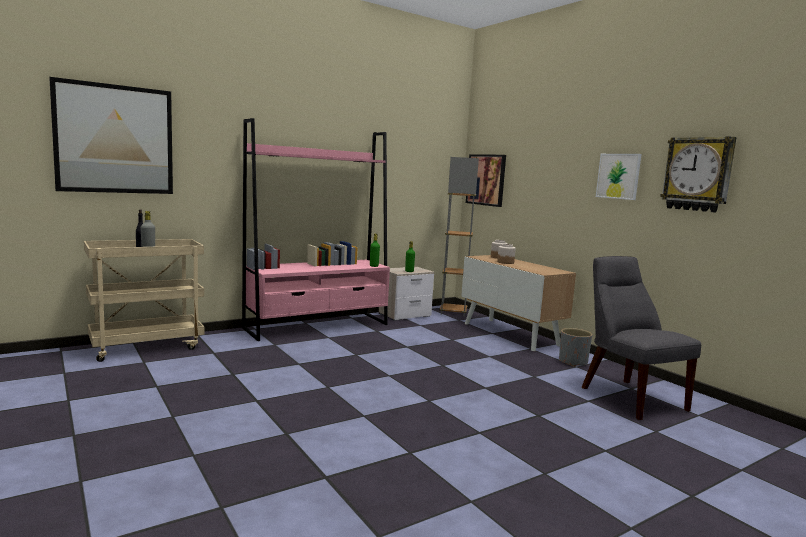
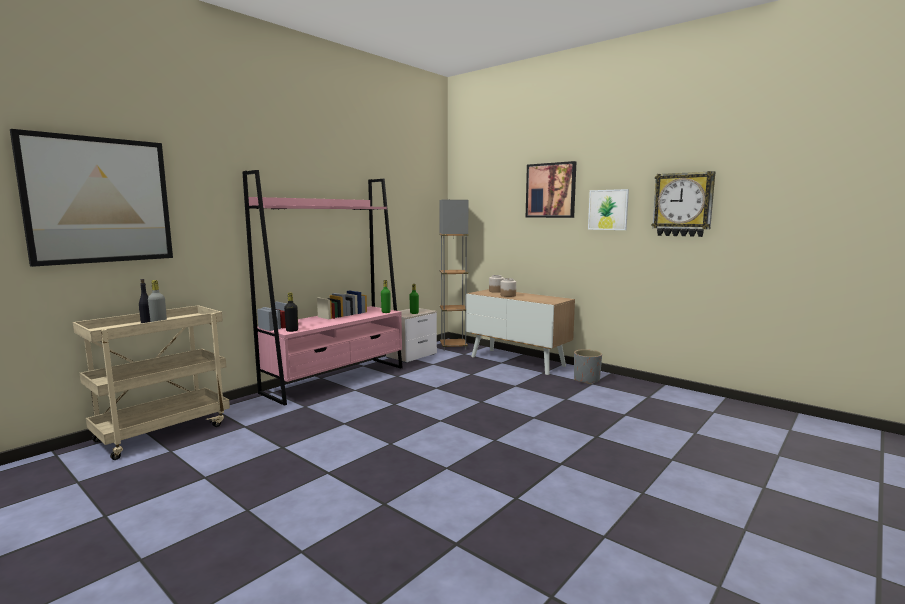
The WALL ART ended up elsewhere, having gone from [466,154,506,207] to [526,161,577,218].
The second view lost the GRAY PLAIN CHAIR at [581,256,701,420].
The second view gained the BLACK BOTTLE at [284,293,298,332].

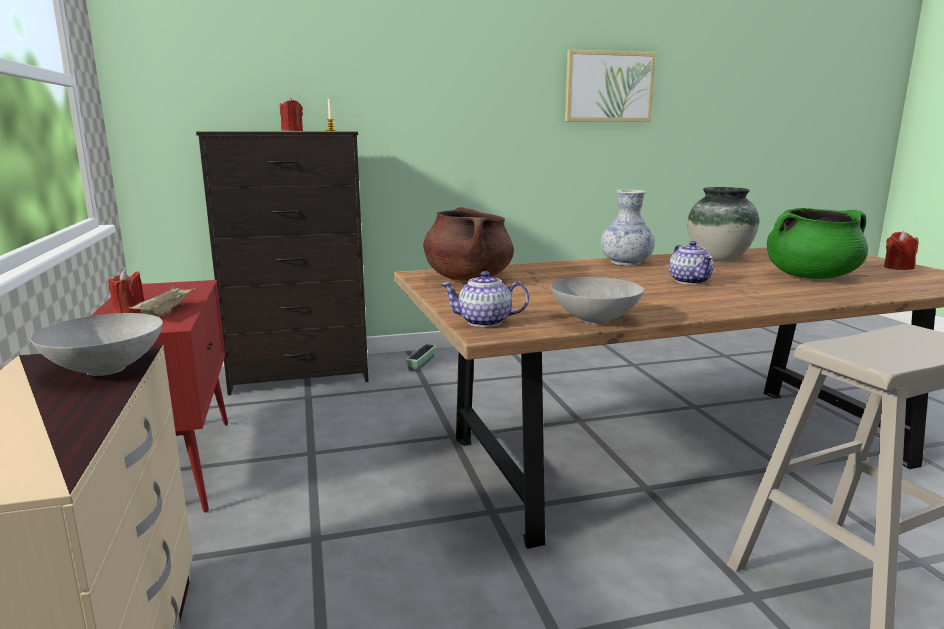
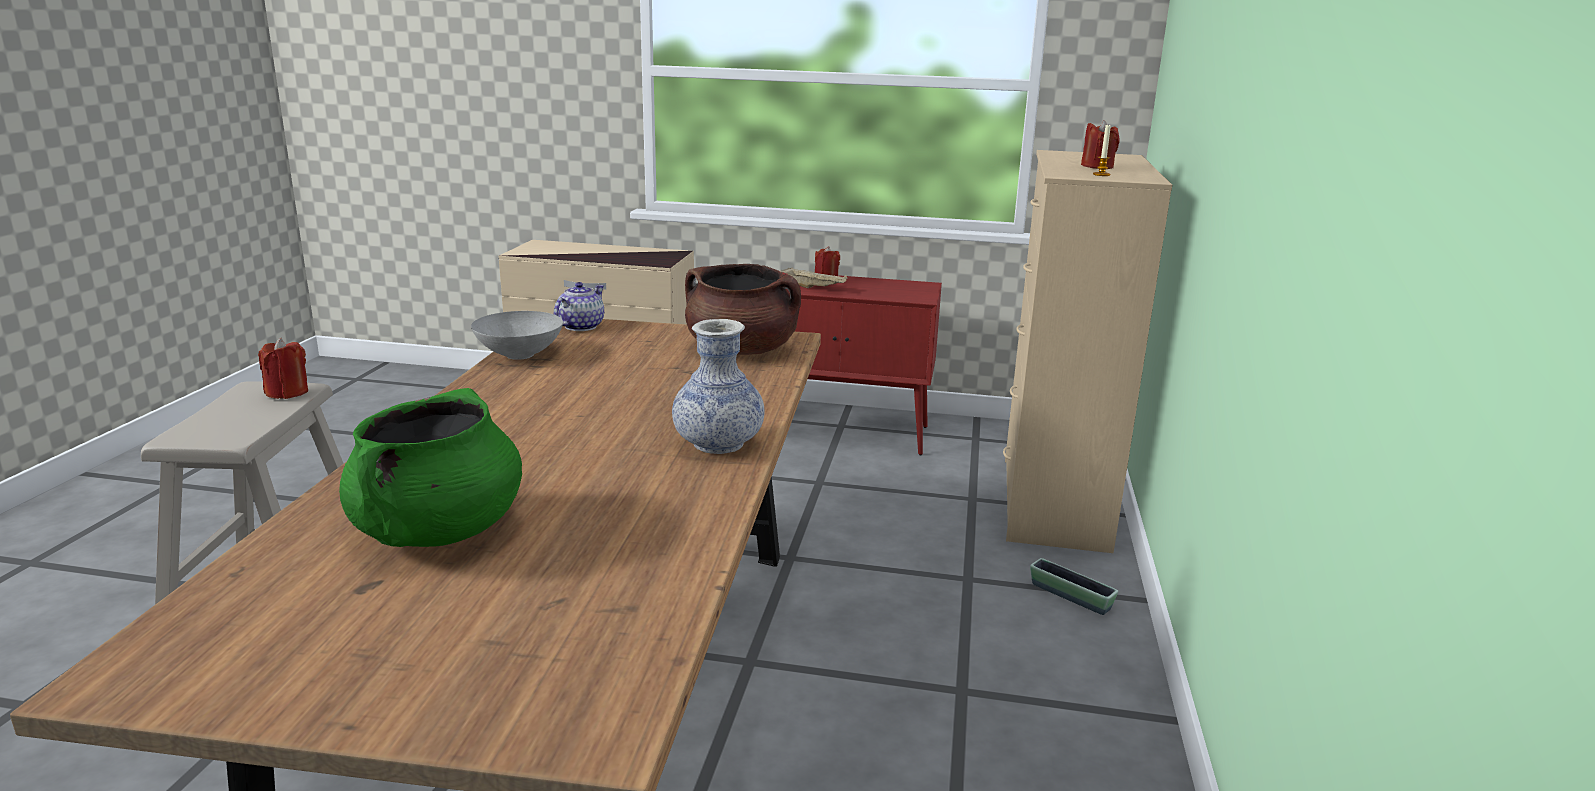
The second view lost the WALL ART at [565,49,656,122].
What was the BLACK DRESSER at [196,131,369,395] turned into the BEIGE DRESSER at [1003,150,1172,553].
The second view lost the DECORATIVE VASE at [687,187,759,262].
The REDDISH WAX CANDLE ended up elsewhere, having gone from [884,231,919,270] to [258,338,308,399].
The second view lost the TEA POT at [669,241,713,285].
The second view lost the GRAY SERVING BOWL at [30,313,163,376].

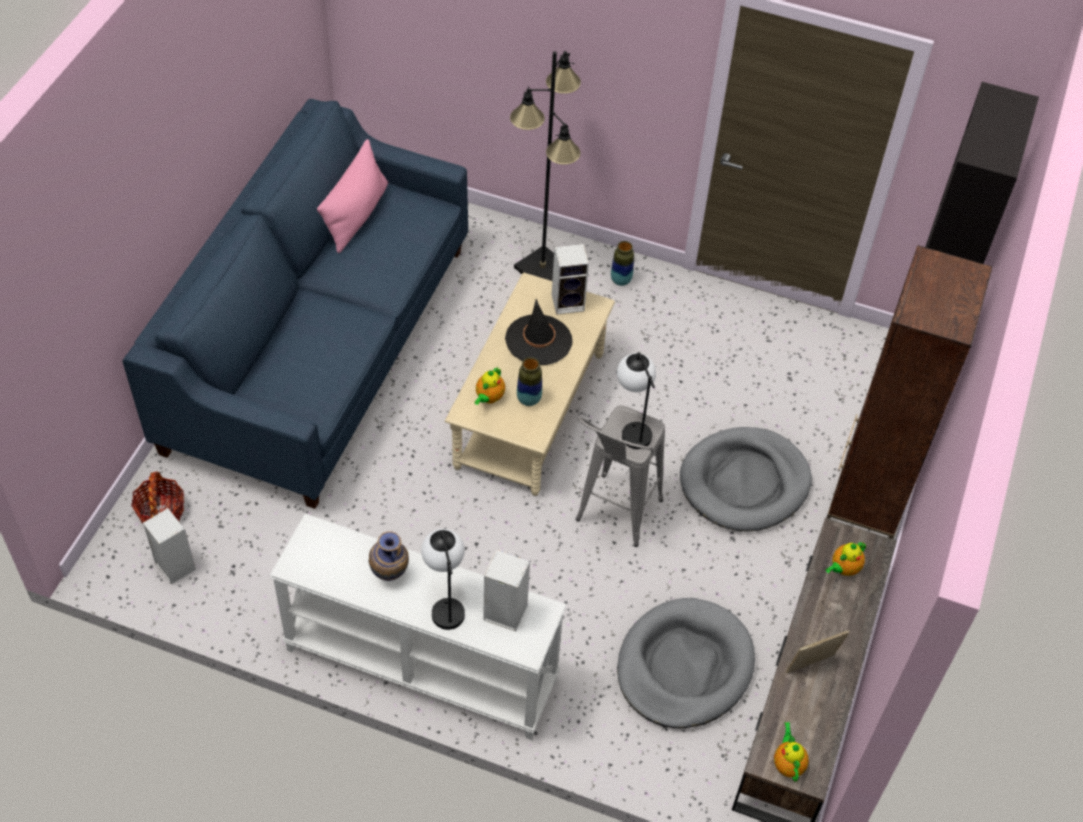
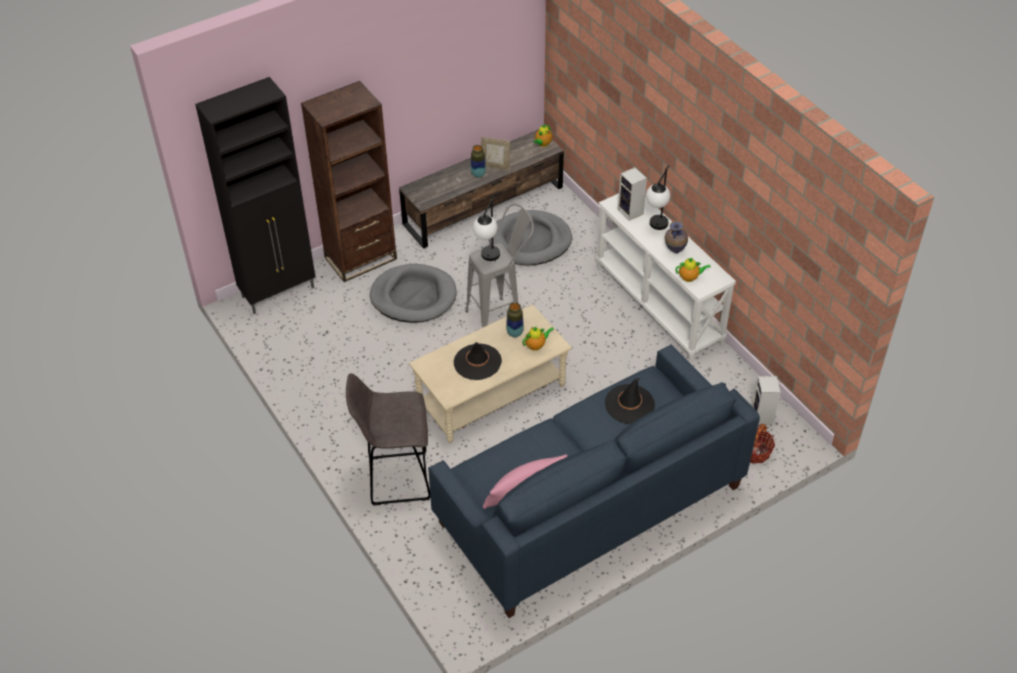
Where the BLACK FLOOR LAMP stood at [510,51,581,281], the GRAY SITTING STOOL came to stand at [346,373,431,506].
The DECORATIVE VASE ended up elsewhere, having gone from [611,241,634,286] to [471,145,486,178].
The second view lost the SPEAKER at [552,244,589,315].
The TEA POT ended up elsewhere, having gone from [826,542,866,576] to [675,258,711,282].
The second view gained the BLACK HAT at [605,378,655,424].

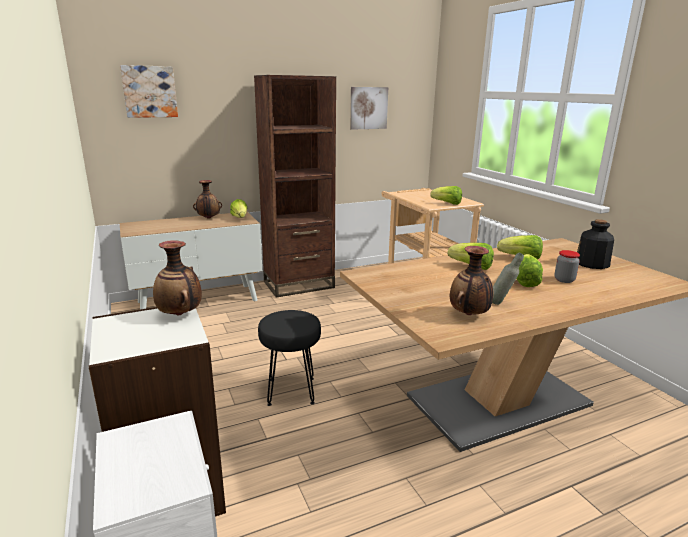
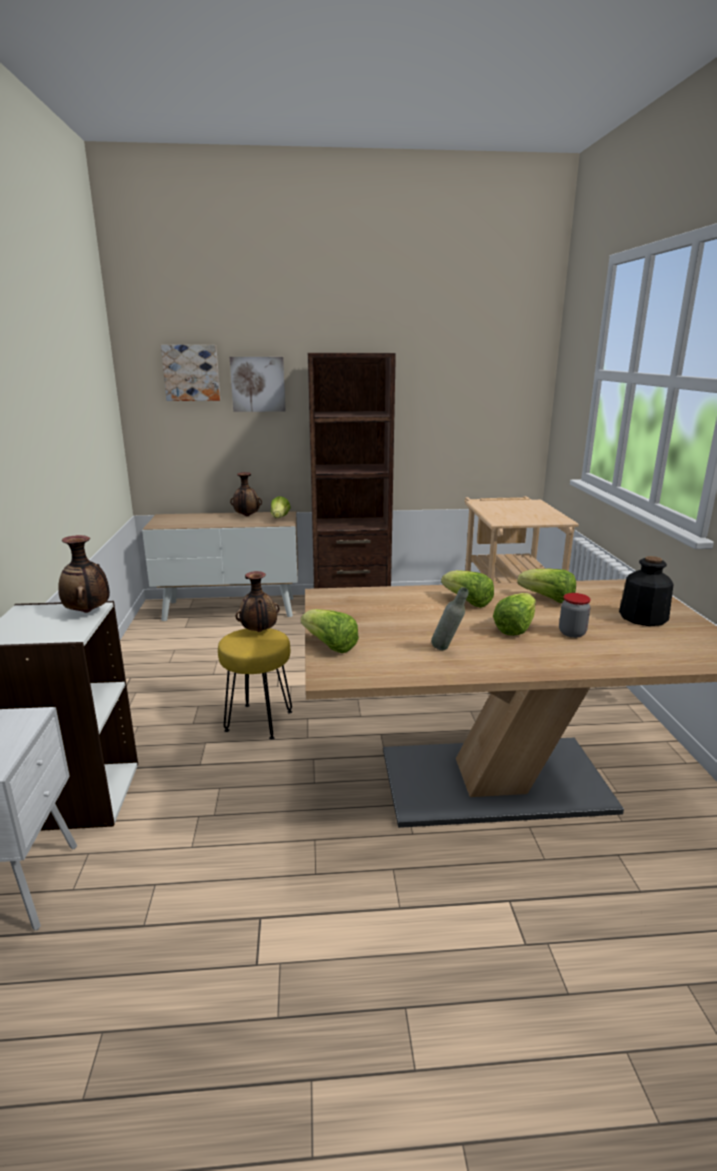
The WALL ART ended up elsewhere, having gone from [350,87,388,130] to [230,357,286,412].
The LETTUCE HEAD ended up elsewhere, having gone from [430,186,462,205] to [301,609,359,653].
The DECORATIVE VASE ended up elsewhere, having gone from [450,246,494,315] to [235,571,280,632].
What was the BLACK SITTING STOOL at [258,310,321,406] turned into the YELLOW SITTING STOOL at [218,628,292,740].

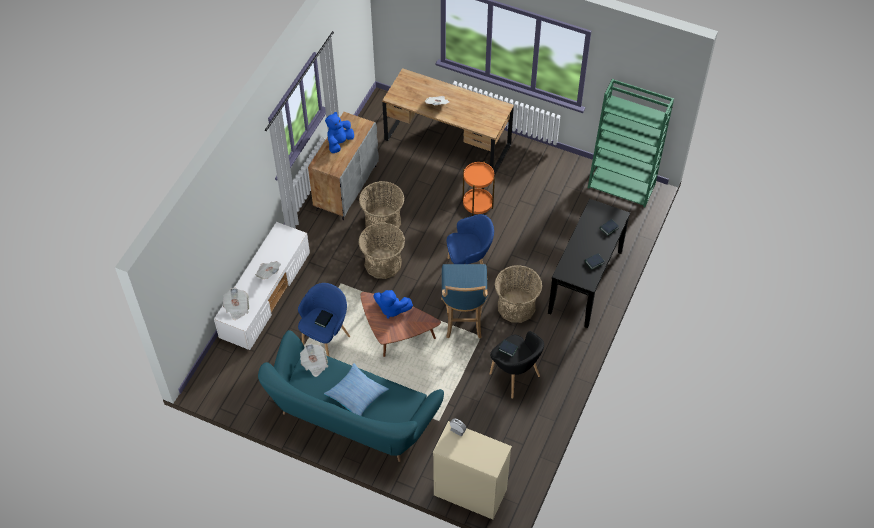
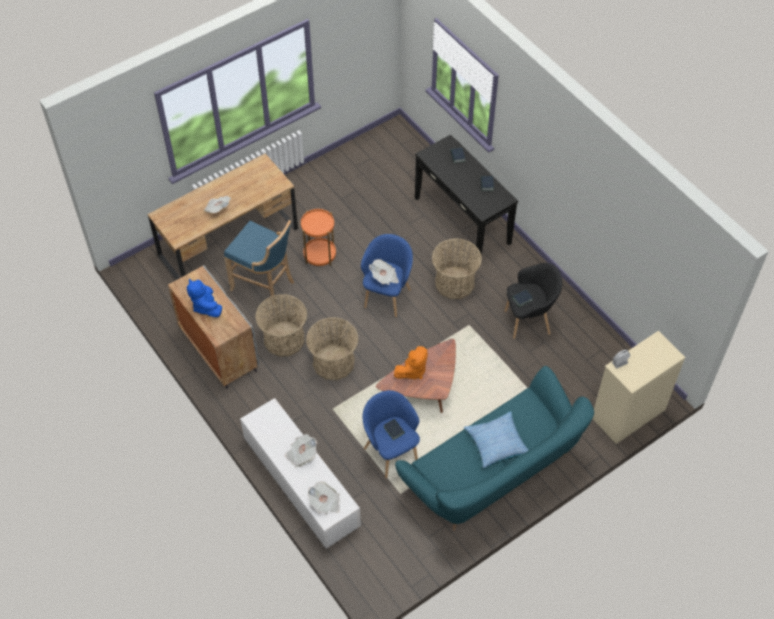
The second view lost the GREEN BOOKCASE at [588,79,674,207].
The BLUE-COLOURED SITTING STOOL ended up elsewhere, having gone from [441,264,488,338] to [224,220,294,304].
What was the BLUE-COLOURED PLUSH TOY at [374,290,413,318] turned into the ORANGE PLUSH TOY at [394,346,428,379].
The DAILY PAPER ended up elsewhere, having gone from [300,343,328,377] to [369,259,399,285].

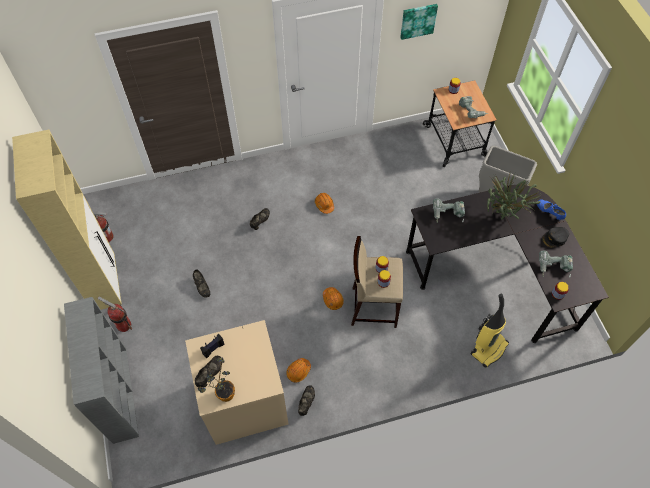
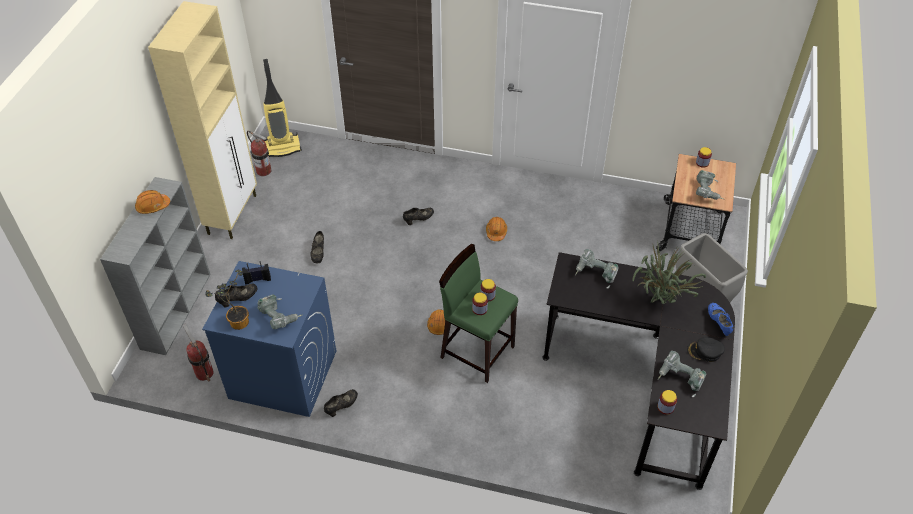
The second view lost the WALL ART at [400,4,438,40].
What was the BEIGE SITTING STOOL at [351,236,403,328] turned into the GREEN SITTING STOOL at [439,243,518,383].
The HOOVER ended up elsewhere, having gone from [470,293,509,368] to [262,59,302,157].
The EXTINGUISHER ended up elsewhere, having gone from [97,297,132,332] to [182,324,214,382].
What was the BEIGE LAUNDRY APPLIANCE at [185,320,288,445] turned into the BLUE-COLOURED LAUNDRY APPLIANCE at [202,261,336,417].
The ORANGE HARD HAT ended up elsewhere, having gone from [286,358,311,383] to [135,190,170,214].
The second view gained the DRILL at [258,295,302,329].

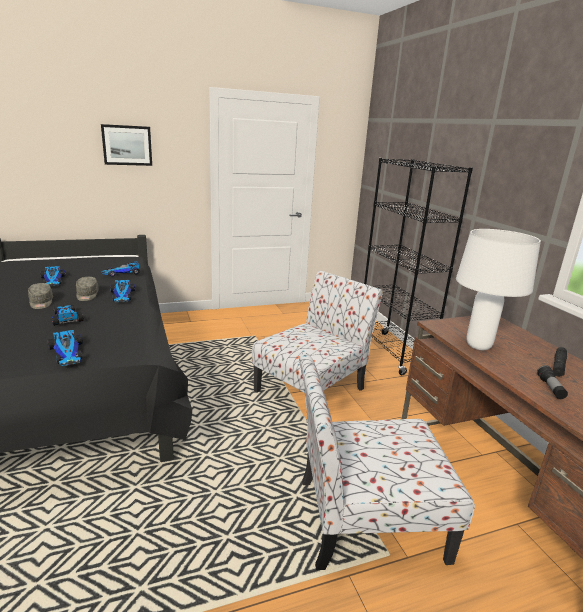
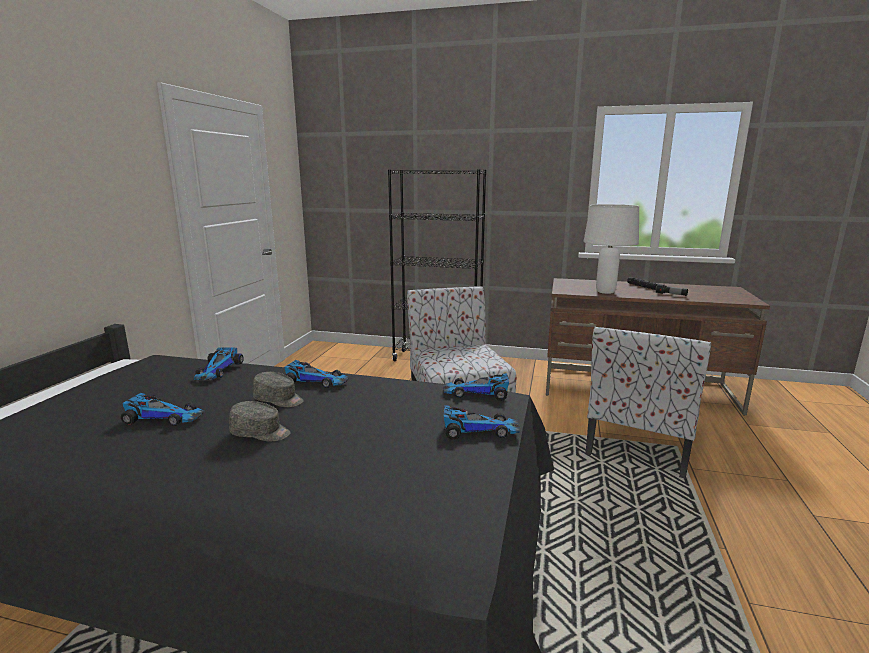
The second view lost the WALL ART at [101,124,152,166].
The TOY CAR ended up elsewhere, having gone from [52,304,84,326] to [443,373,509,401].

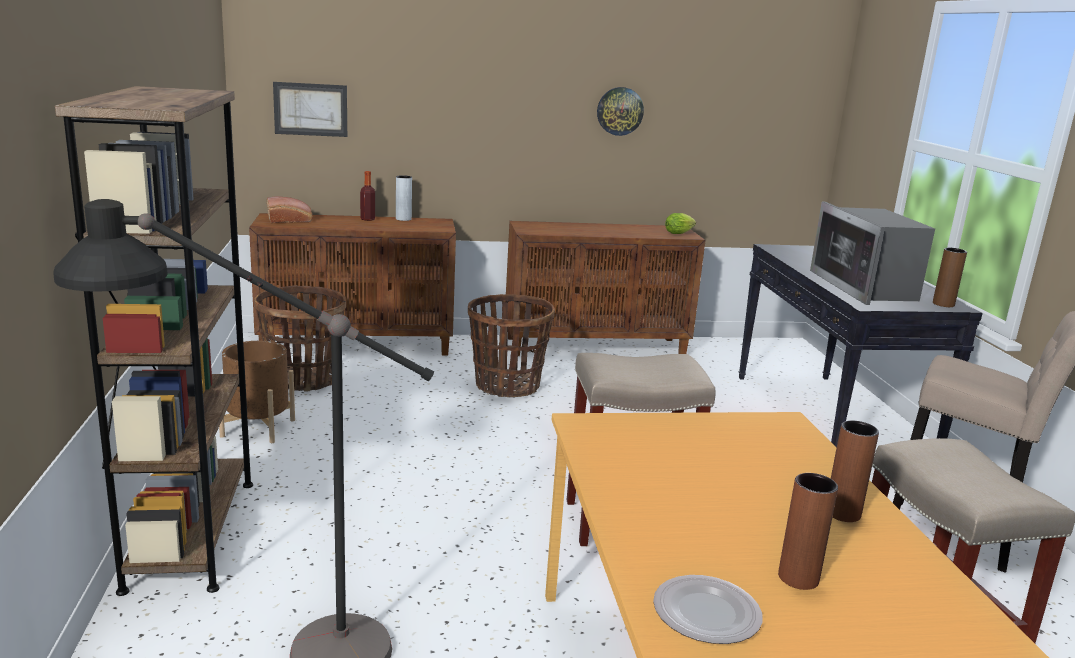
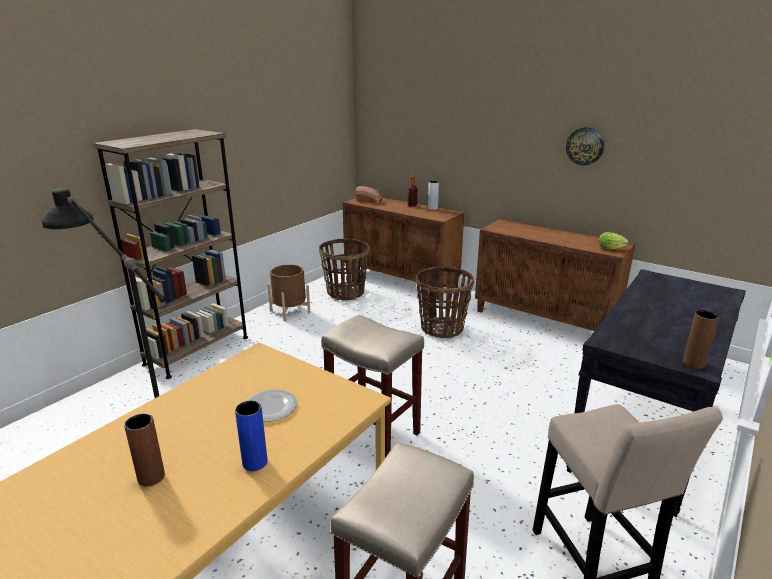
The second view lost the WALL ART at [273,82,347,137].
The second view lost the KITCHEN MICROWAVE at [810,202,935,305].
What was the BROWN DECORATIVE VASE at [831,420,879,522] turned into the BLUE-COLOURED DECORATIVE VASE at [235,401,267,471].
The PLATE ended up elsewhere, having gone from [653,575,763,644] to [246,389,297,422].

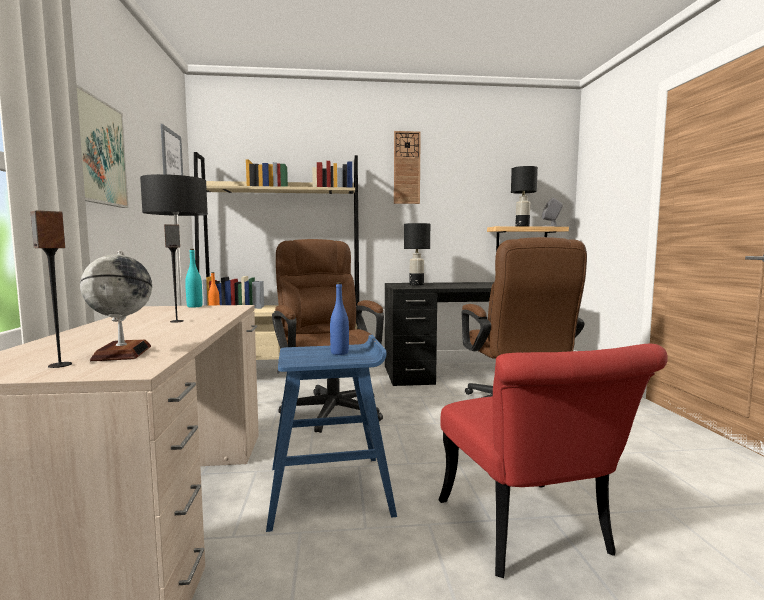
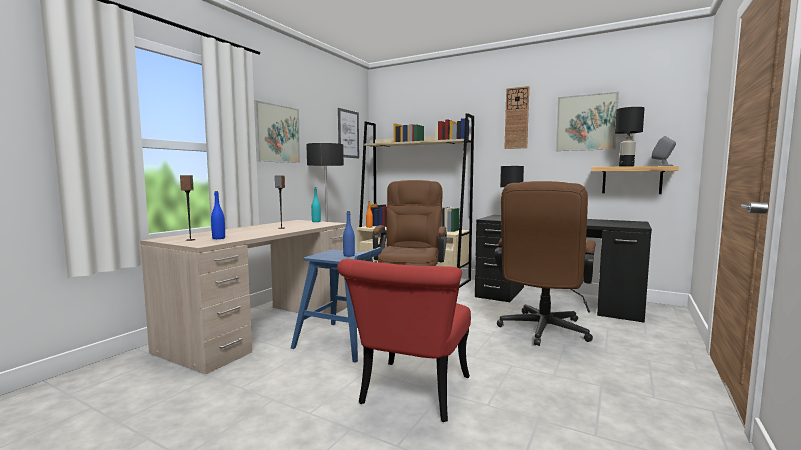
Where the DESK GLOBE stood at [80,251,152,361], the BLUE-COLOURED BOTTLE came to stand at [211,191,225,239].
The second view gained the WALL ART at [556,92,619,151].

